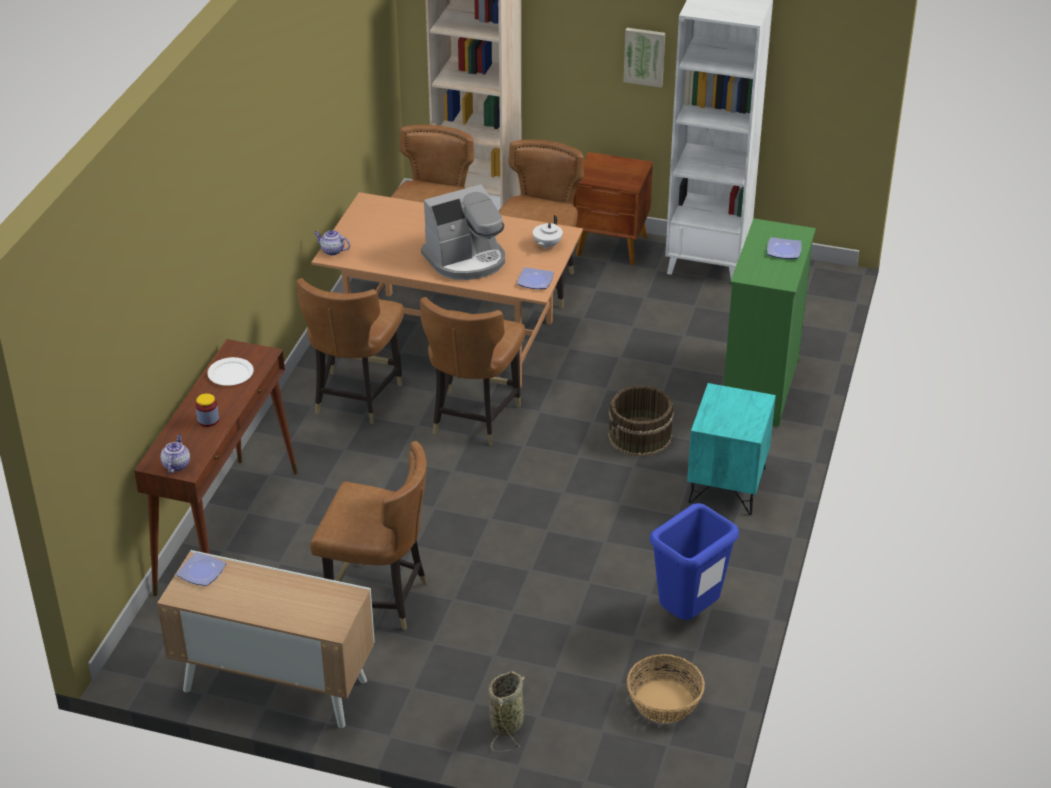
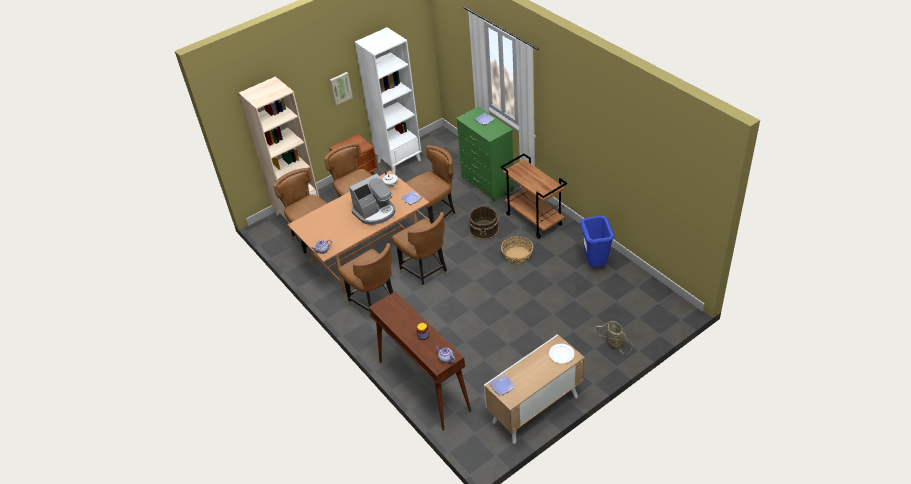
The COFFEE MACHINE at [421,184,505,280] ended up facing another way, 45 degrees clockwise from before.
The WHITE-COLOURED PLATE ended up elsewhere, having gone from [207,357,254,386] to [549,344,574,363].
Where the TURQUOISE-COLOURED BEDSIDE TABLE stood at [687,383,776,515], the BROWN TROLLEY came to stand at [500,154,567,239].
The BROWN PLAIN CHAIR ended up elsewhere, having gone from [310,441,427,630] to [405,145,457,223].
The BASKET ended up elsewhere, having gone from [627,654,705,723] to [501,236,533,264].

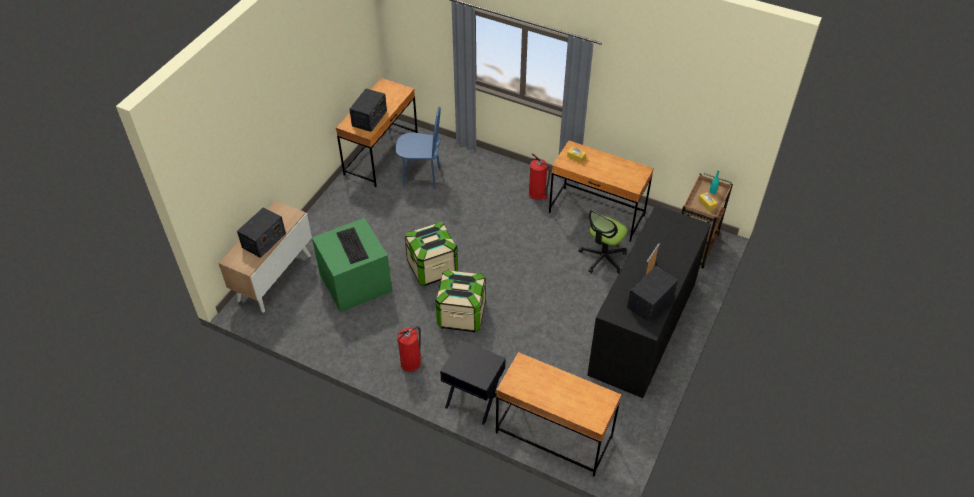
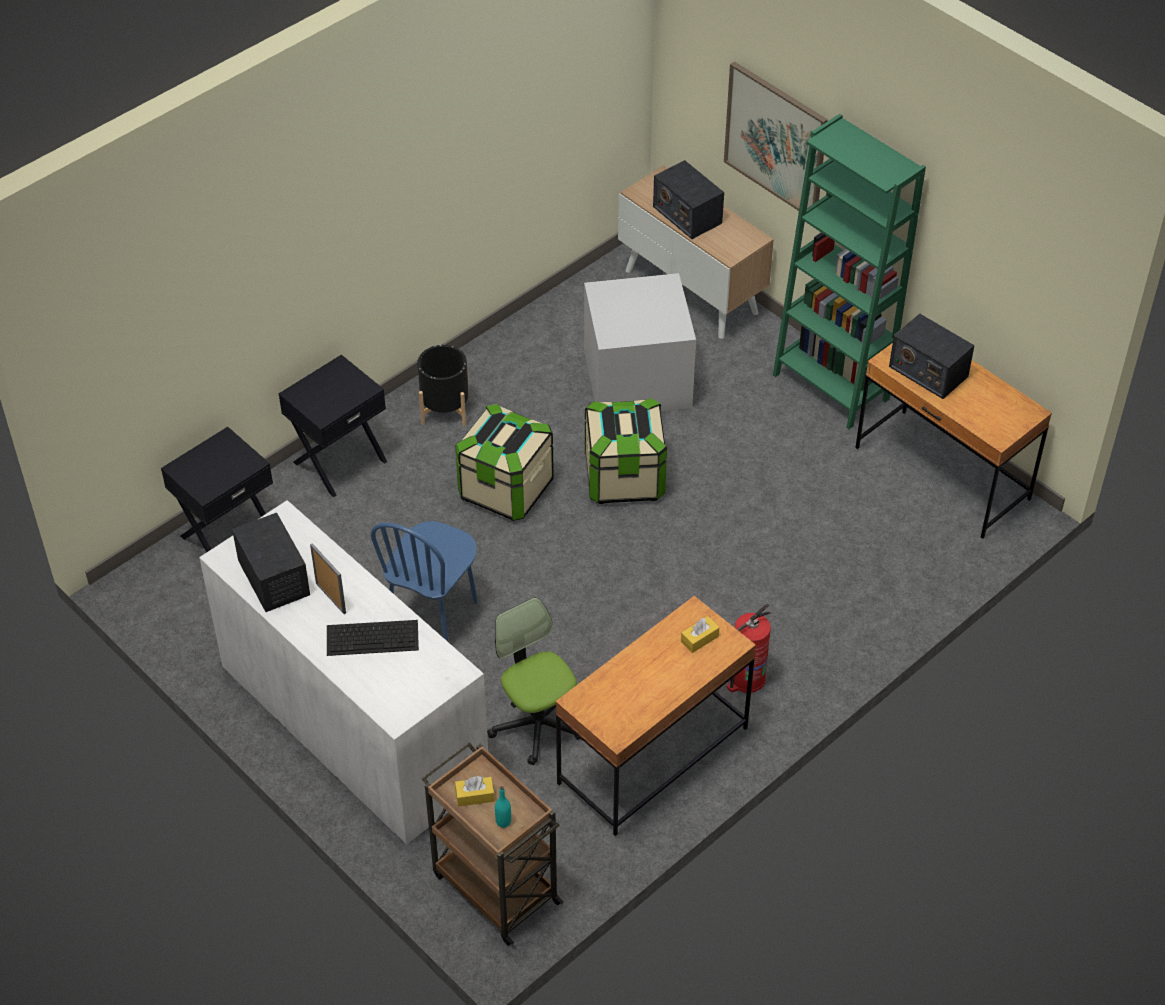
The BLUE-COLOURED PLAIN CHAIR ended up elsewhere, having gone from [395,107,441,189] to [371,521,477,641].
What was the BLACK DRESSER at [587,205,711,398] turned into the WHITE-COLOURED DRESSER at [199,500,488,844].
What was the GREEN STORAGE BIN at [312,218,392,312] turned into the GRAY STORAGE BIN at [584,273,696,411].
The PC KEYBOARD ended up elsewhere, having gone from [337,227,369,264] to [327,620,419,656].
Where the EXTINGUISHER stood at [397,326,422,372], the BLACK PLANT POT came to stand at [417,345,469,426].
Where the BROWN DESK stood at [496,352,621,476], the BLACK BEDSIDE TABLE came to stand at [161,427,273,552].
The second view gained the WALL ART at [724,61,828,211].
The second view gained the GREEN BOOKCASE at [773,114,926,429].

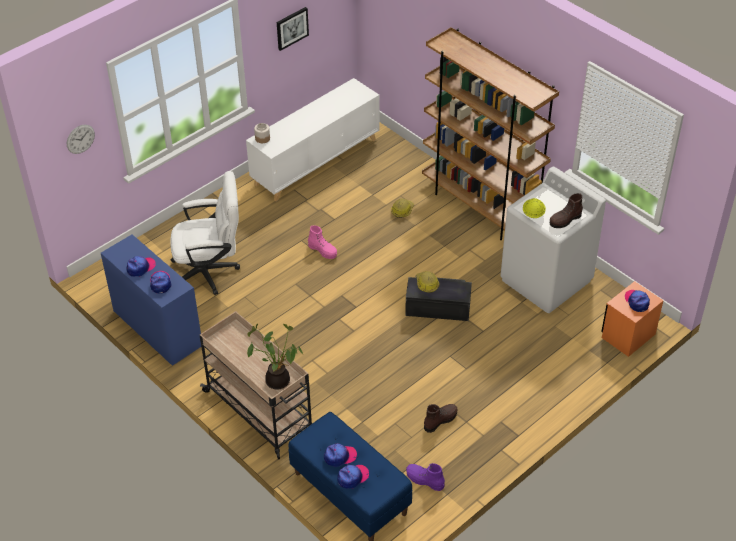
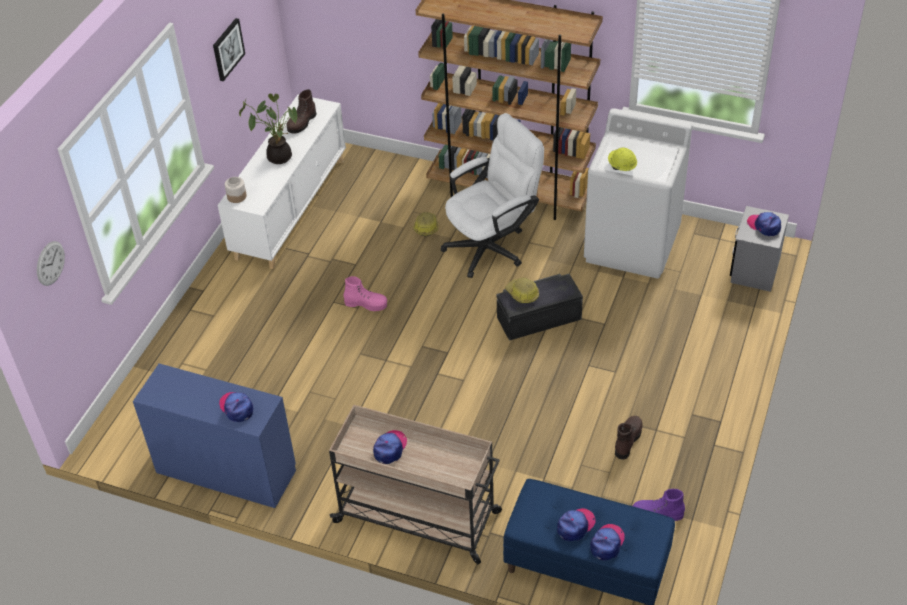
The WHITE-COLOURED DESK CHAIR ended up elsewhere, having gone from [170,171,240,295] to [441,113,544,278].
The BROWN TALL BOOT ended up elsewhere, having gone from [550,193,583,228] to [286,89,316,133].
The PEAKED CAP ended up elsewhere, having gone from [126,256,156,277] to [373,430,407,464].
What was the ORANGE BEDSIDE TABLE at [601,281,664,357] turned into the GRAY BEDSIDE TABLE at [730,206,789,292].
The POTTED PLANT ended up elsewhere, having gone from [247,324,303,390] to [239,94,298,164].

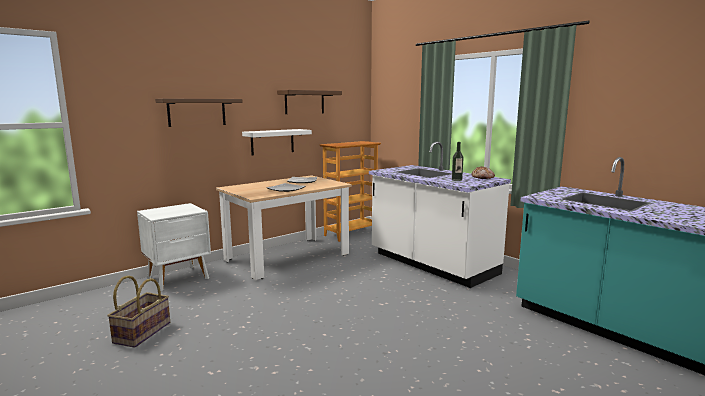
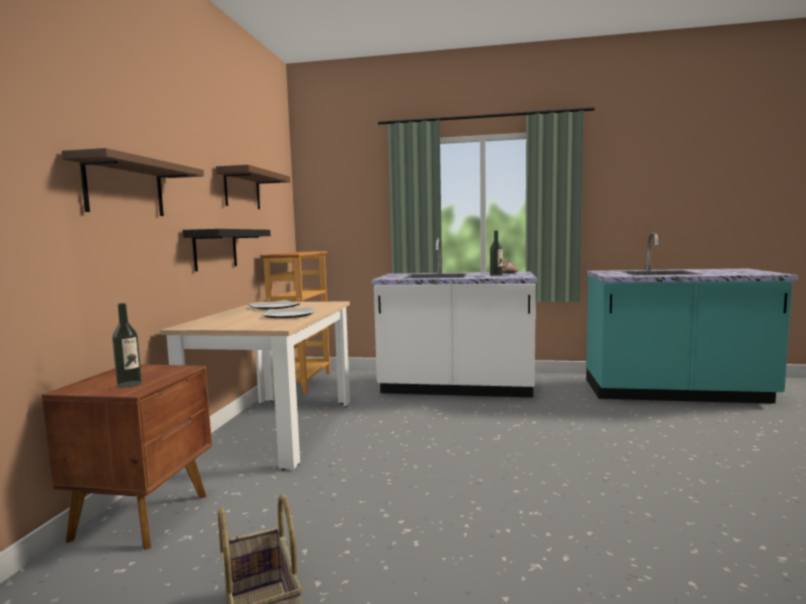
What was the WHITE-COLOURED BRACKET SHELF at [242,129,312,156] turned into the BLACK BRACKET SHELF at [183,229,271,271].
What was the WHITE-COLOURED BEDSIDE TABLE at [137,203,211,291] turned into the BROWN BEDSIDE TABLE at [42,364,212,550].
The second view gained the BOTTLE at [112,303,142,387].

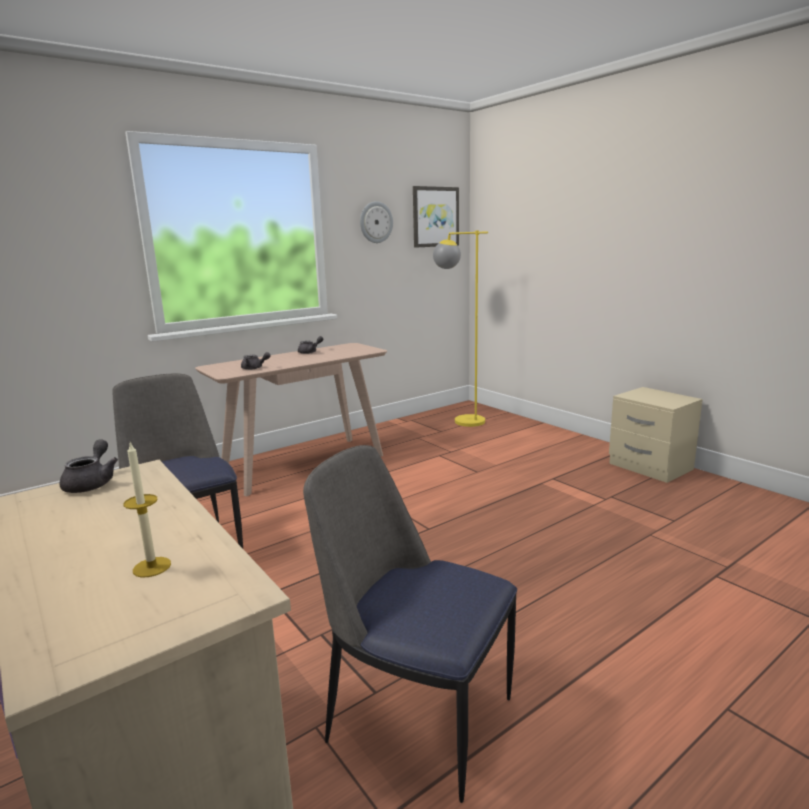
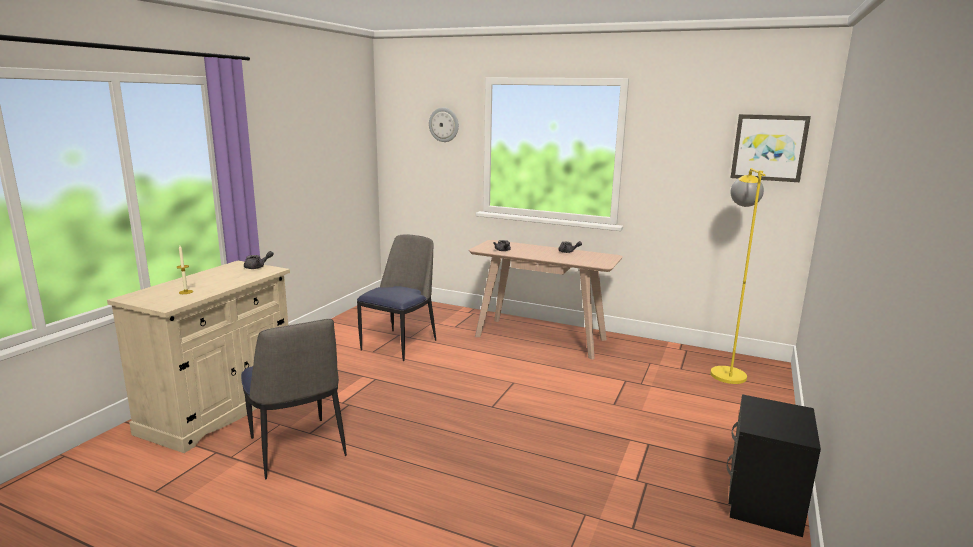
The WALL CLOCK ended up elsewhere, having gone from [360,201,393,243] to [429,108,459,142].
What was the BEIGE BEDSIDE TABLE at [609,387,703,483] turned into the BLACK BEDSIDE TABLE at [727,394,821,537].
The PLAIN CHAIR at [303,445,517,803] ended up facing another way, 150 degrees clockwise from before.

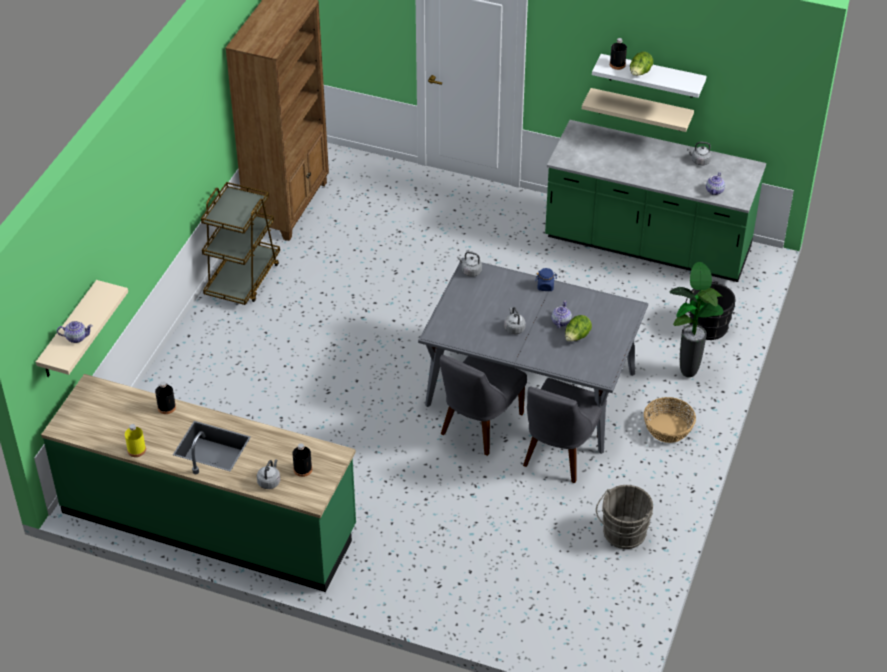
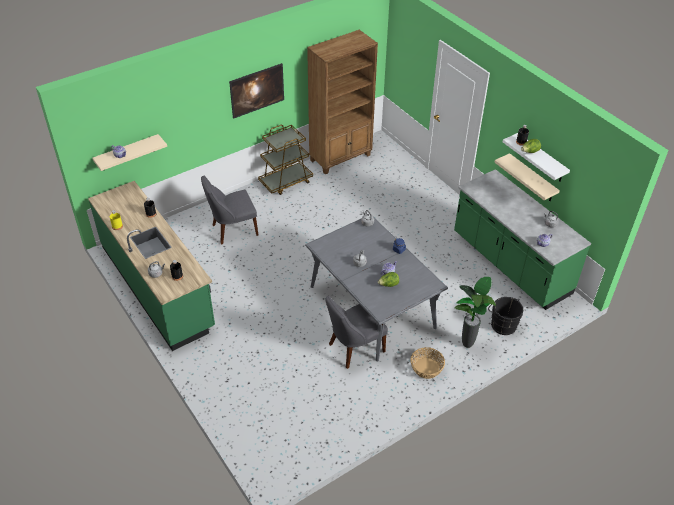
The GRAY PLAIN CHAIR ended up elsewhere, having gone from [440,355,527,456] to [201,176,258,245].
The second view lost the GRAY PAIL at [596,485,653,549].
The second view gained the WALL ART at [229,63,284,118].

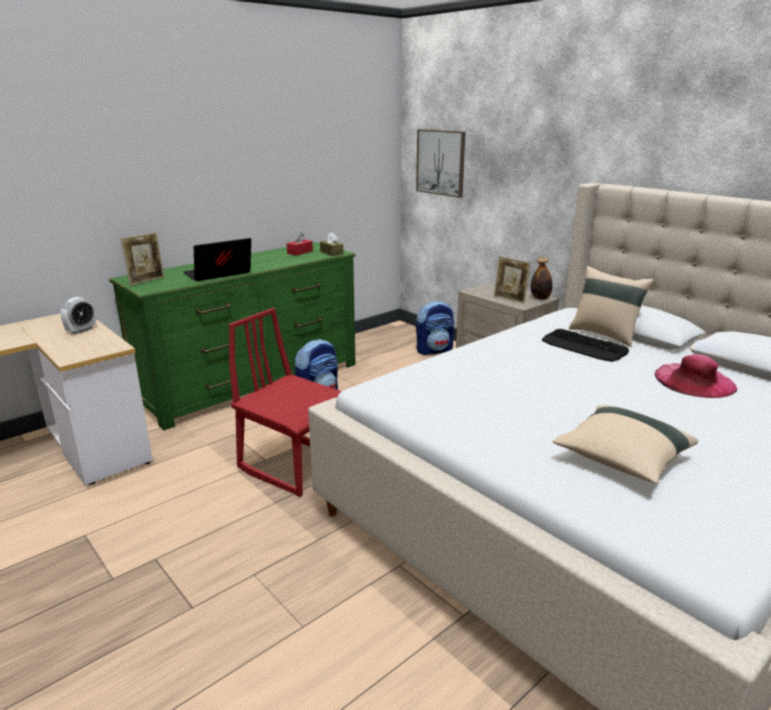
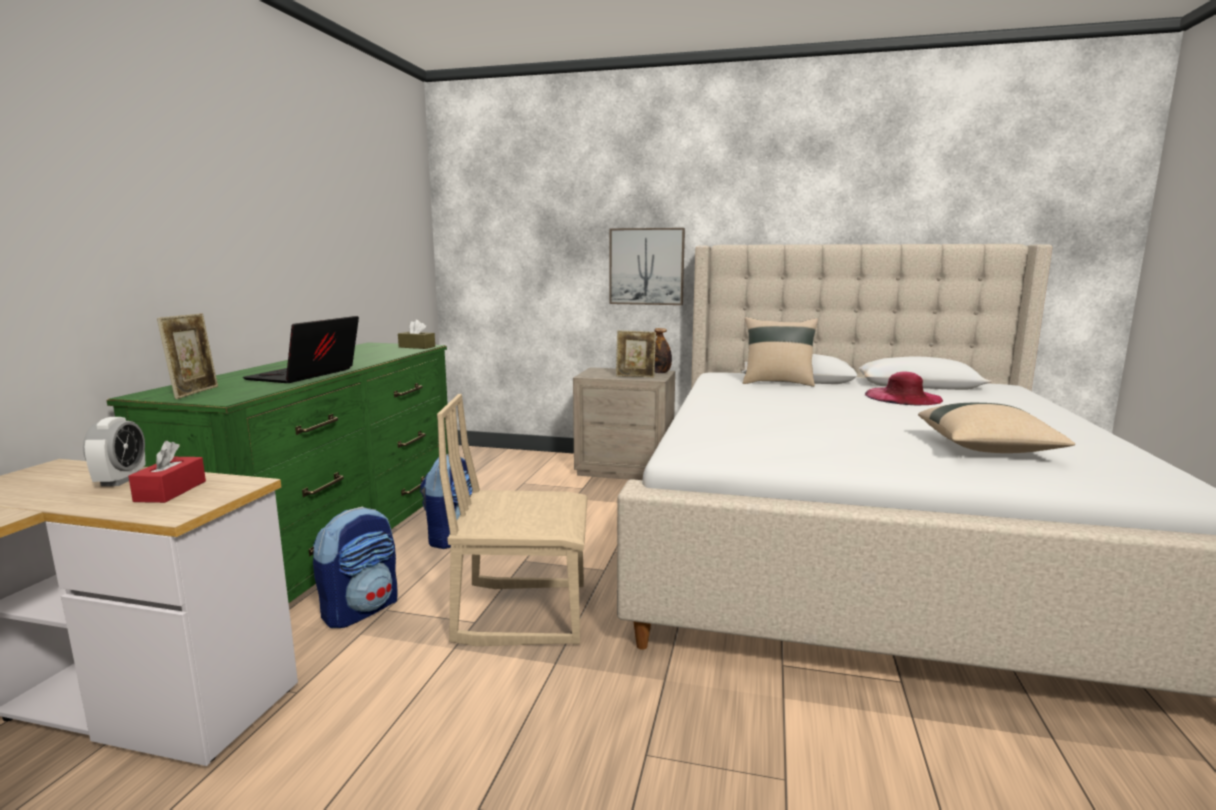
The WALL ART ended up elsewhere, having gone from [416,129,466,198] to [609,228,685,305].
The REDDISH TISSUE HOLDER ended up elsewhere, having gone from [287,232,313,256] to [128,441,206,503].
The RUCKSACK ended up elsewhere, having gone from [416,301,454,355] to [313,507,397,628].
What was the REDDISH PLAIN CHAIR at [229,308,341,497] turned into the BEIGE PLAIN CHAIR at [437,394,588,646].
The second view lost the PC KEYBOARD at [542,329,629,362].

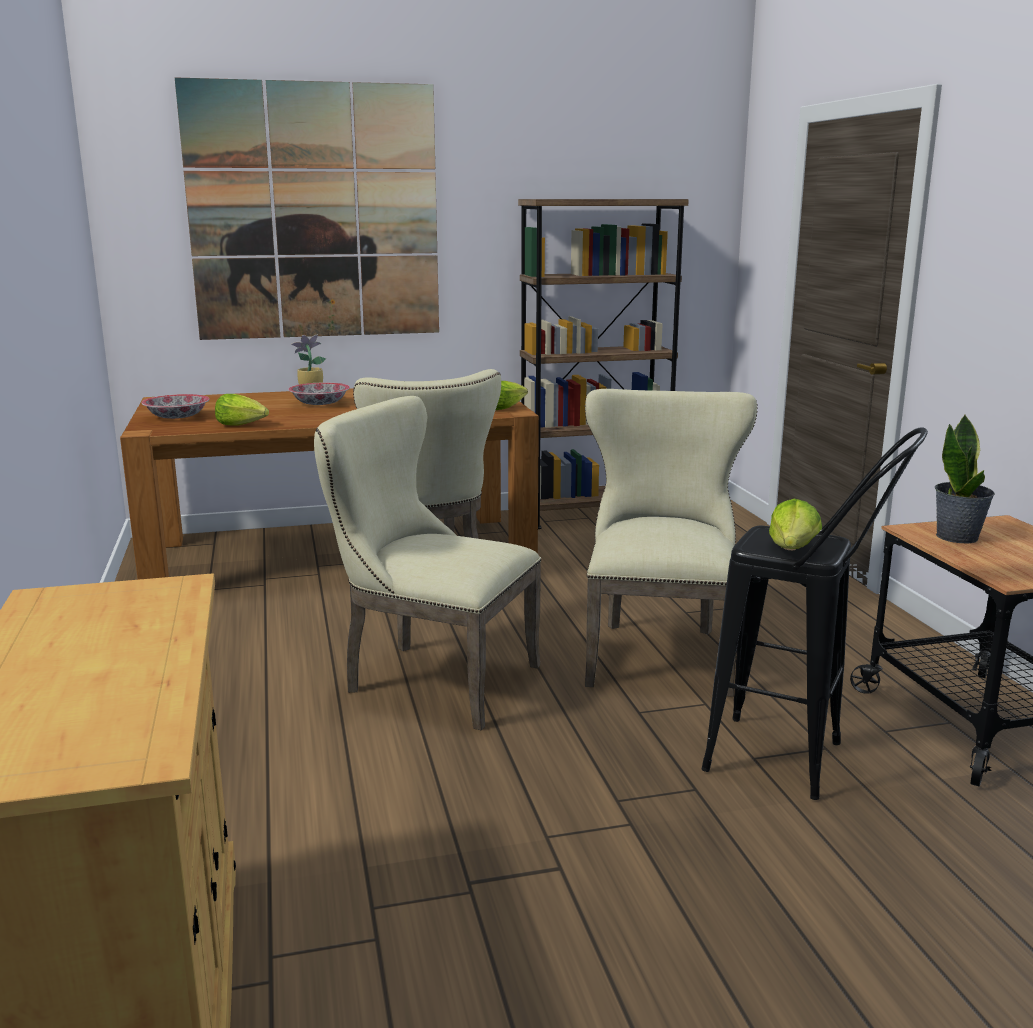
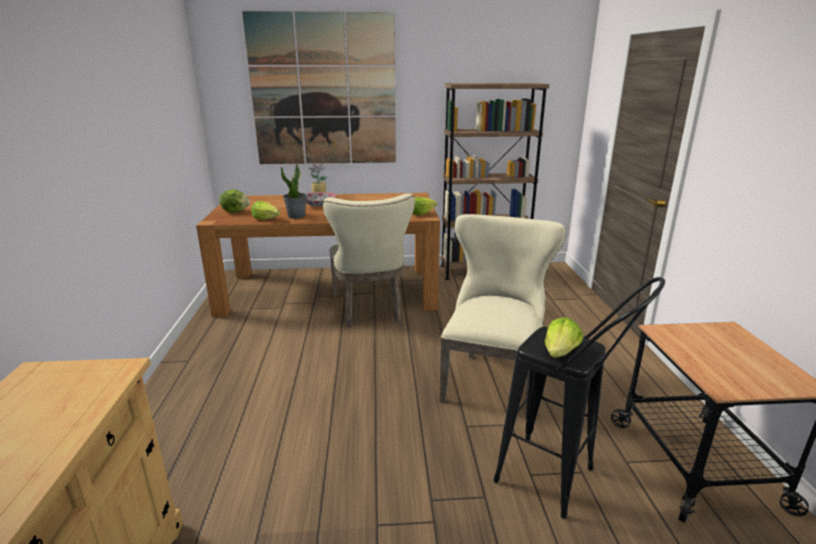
Where the SERVING BOWL stood at [141,394,209,419], the LETTUCE HEAD came to stand at [220,189,250,213].
The second view lost the BEIGE PLAIN CHAIR at [314,396,541,730].
The POTTED PLANT ended up elsewhere, having gone from [935,414,995,543] to [281,163,307,219].

